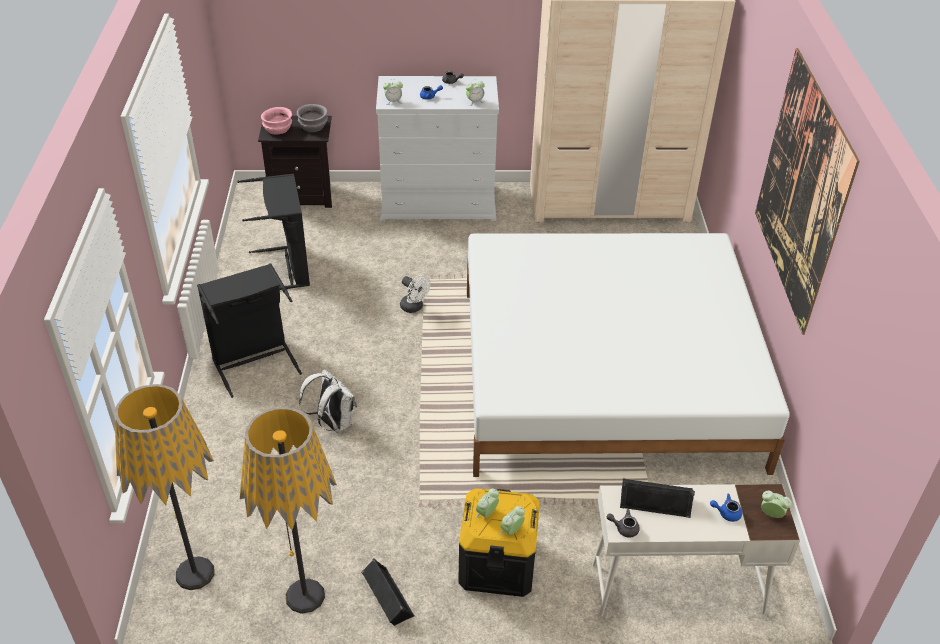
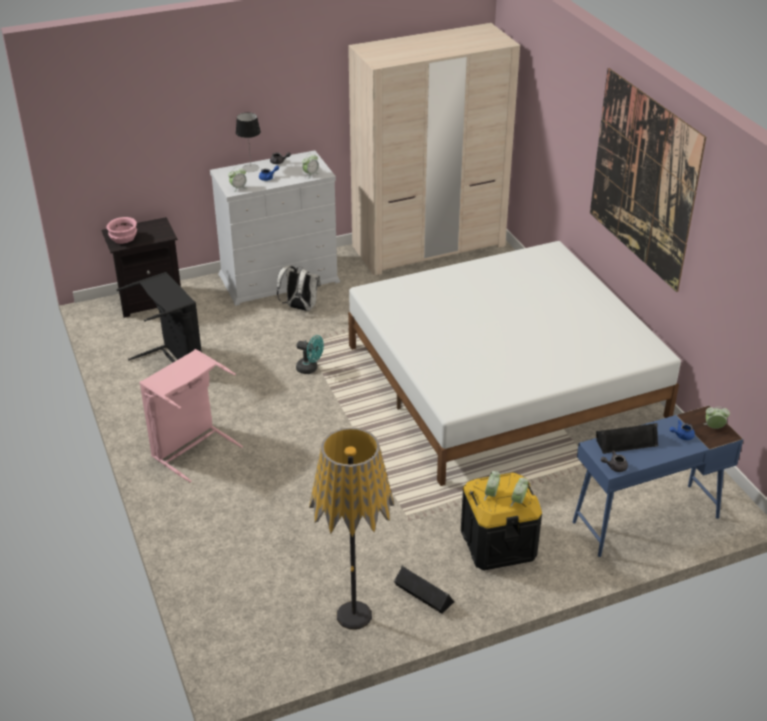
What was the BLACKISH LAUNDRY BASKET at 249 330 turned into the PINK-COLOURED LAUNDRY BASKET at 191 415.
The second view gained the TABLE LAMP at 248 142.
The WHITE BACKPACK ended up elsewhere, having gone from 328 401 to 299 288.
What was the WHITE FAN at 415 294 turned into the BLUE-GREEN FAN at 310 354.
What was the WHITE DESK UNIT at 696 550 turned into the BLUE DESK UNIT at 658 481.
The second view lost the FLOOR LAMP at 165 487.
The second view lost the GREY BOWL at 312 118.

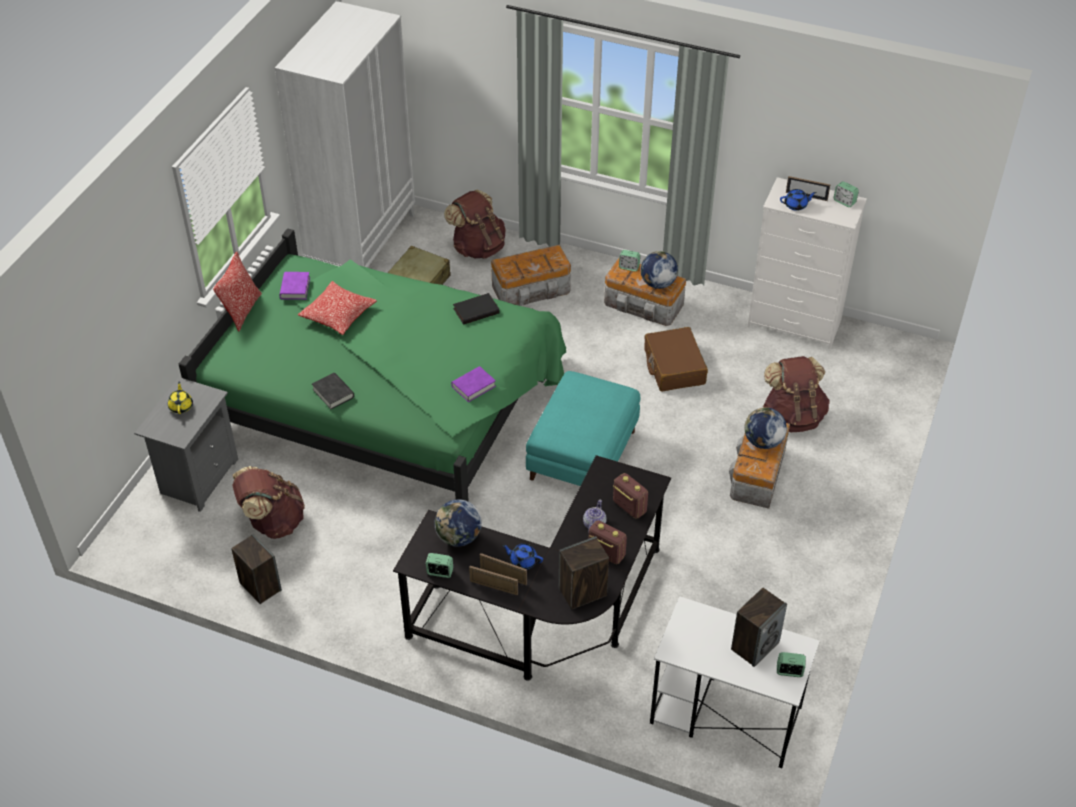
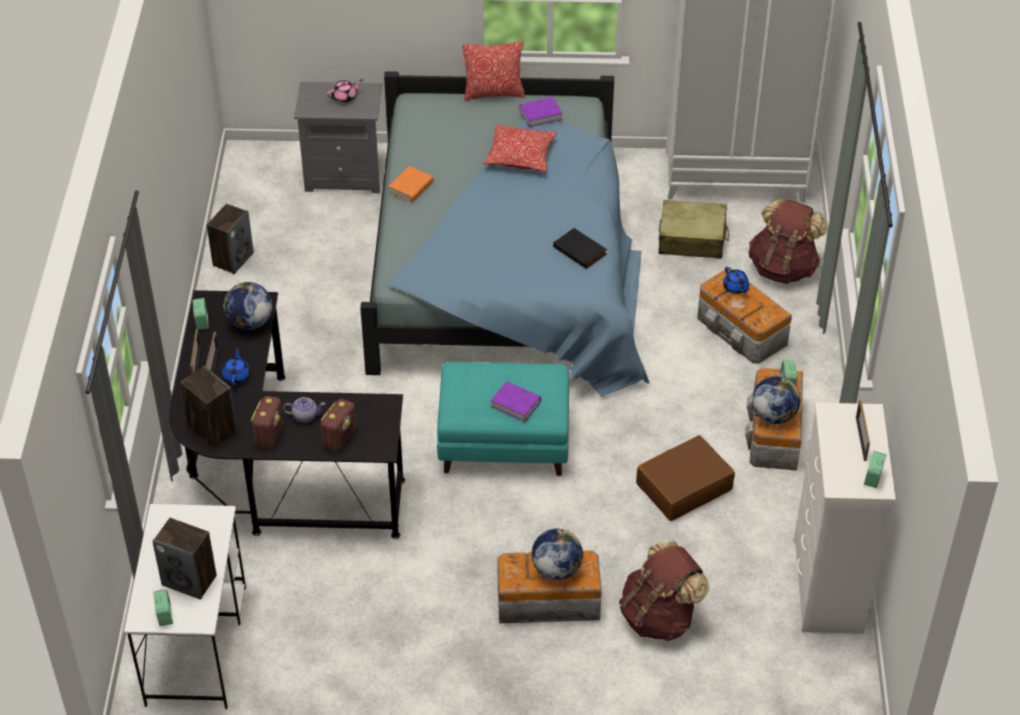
What was the YELLOW TEA POT at 180 398 turned into the PINK-COLOURED TEA POT at 344 91.
What was the GREEN SLEEPING BED at 372 365 turned into the BLUE SLEEPING BED at 504 234.
What was the BLACKISH BOUND BOOK at 333 391 turned into the ORANGEY BOUND BOOK at 410 184.
The PURPLE-COLOURED BOUND BOOK ended up elsewhere, having gone from 473 384 to 516 401.
The BLUE TEA POT ended up elsewhere, having gone from 798 200 to 736 280.
The second view lost the BROWNISH BACKPACK at 268 502.

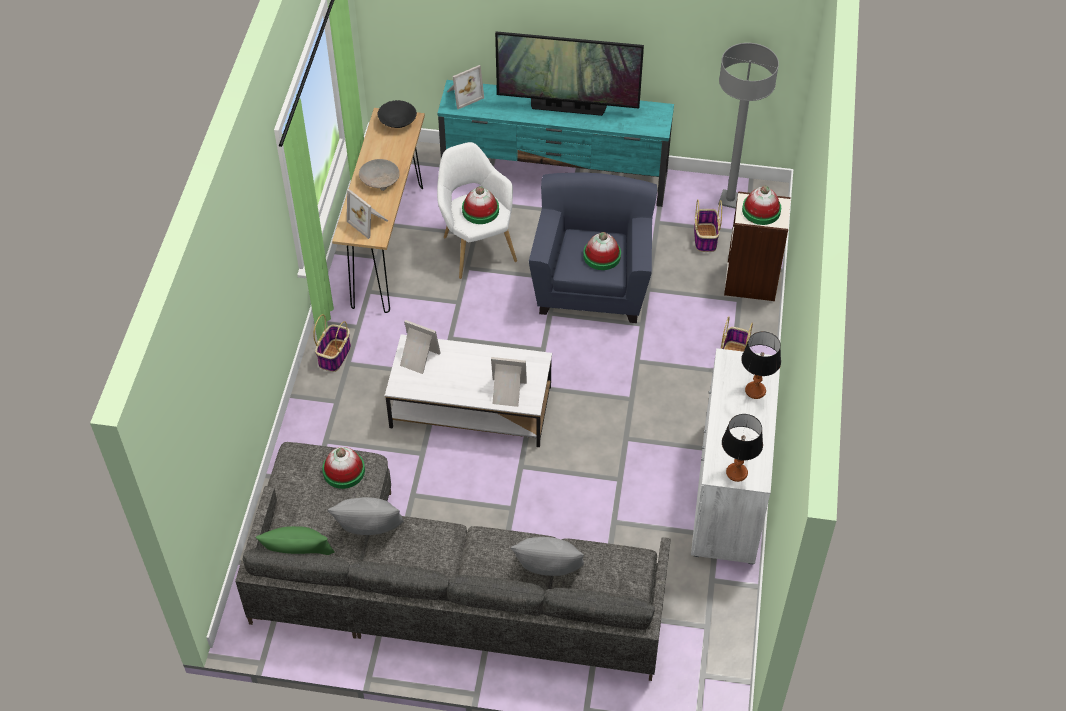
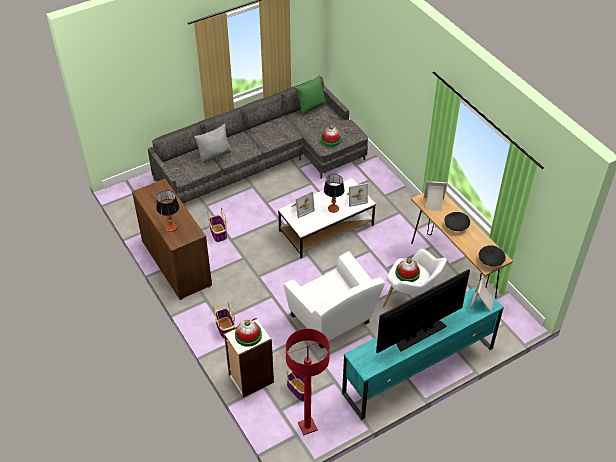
What was the WHITE STORAGE CABINET at 735 456 turned into the BROWNISH STORAGE CABINET at 172 239.
The STORAGE BASKET ended up elsewhere, having gone from 332 343 to 217 225.
What was the BLUE ARMCHAIR at 593 248 turned into the WHITE ARMCHAIR at 334 300.
What was the GREY FLOOR LAMP at 748 126 turned into the RED FLOOR LAMP at 308 382.
The TABLE LAMP ended up elsewhere, having gone from 742 448 to 334 193.
What was the SAND-COLOURED BOWL at 379 175 turned into the BLACKISH BOWL at 457 221.
The second view lost the GREY PILLOW at 365 516.
The second view lost the WEARABLE HAT at 602 251.

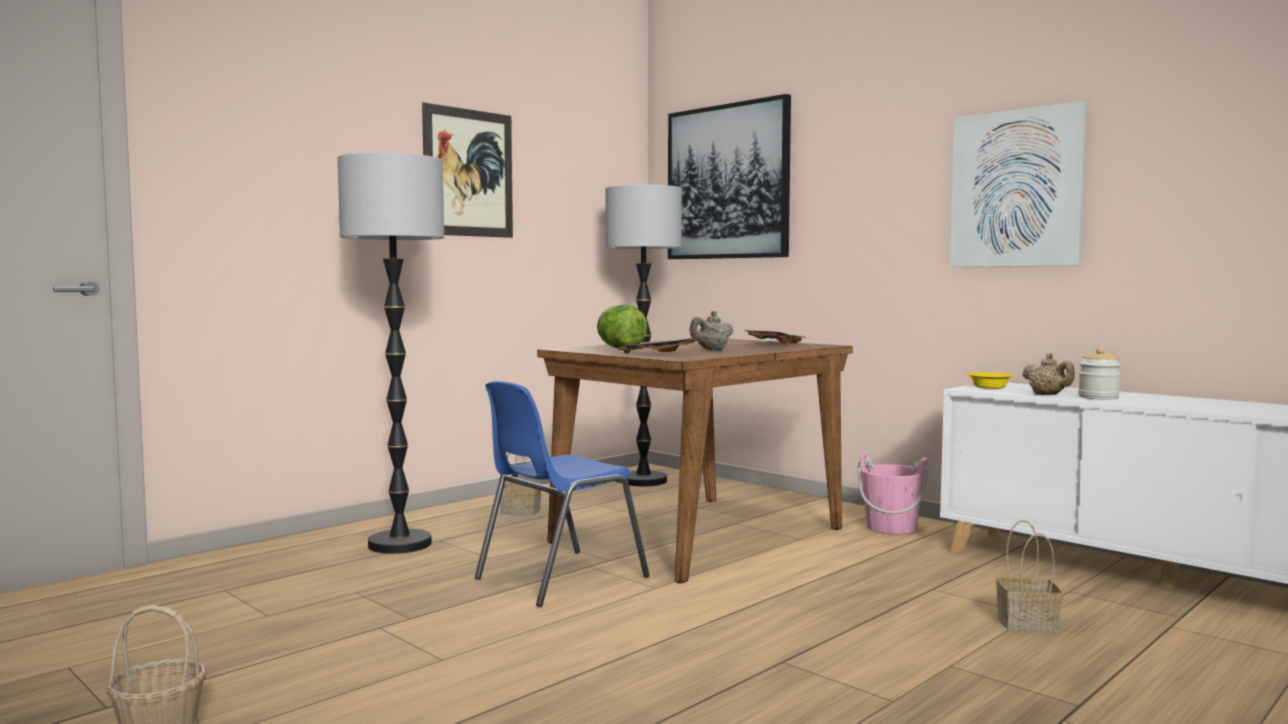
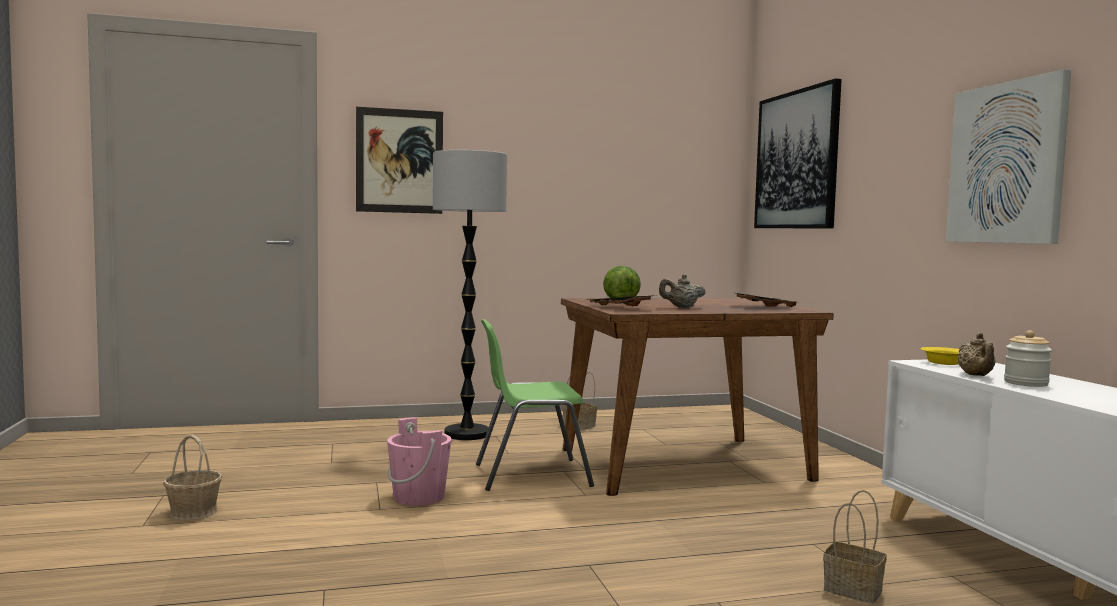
The WALL ART ended up elsewhere, having gone from 467 170 to 399 160.
The PINK-COLOURED WATER BUCKET ended up elsewhere, having gone from 893 493 to 419 461.
What was the BLUE PLAIN CHAIR at 562 494 turned into the GREEN PLAIN CHAIR at 535 405.
The second view lost the FLOOR LAMP at 643 335.

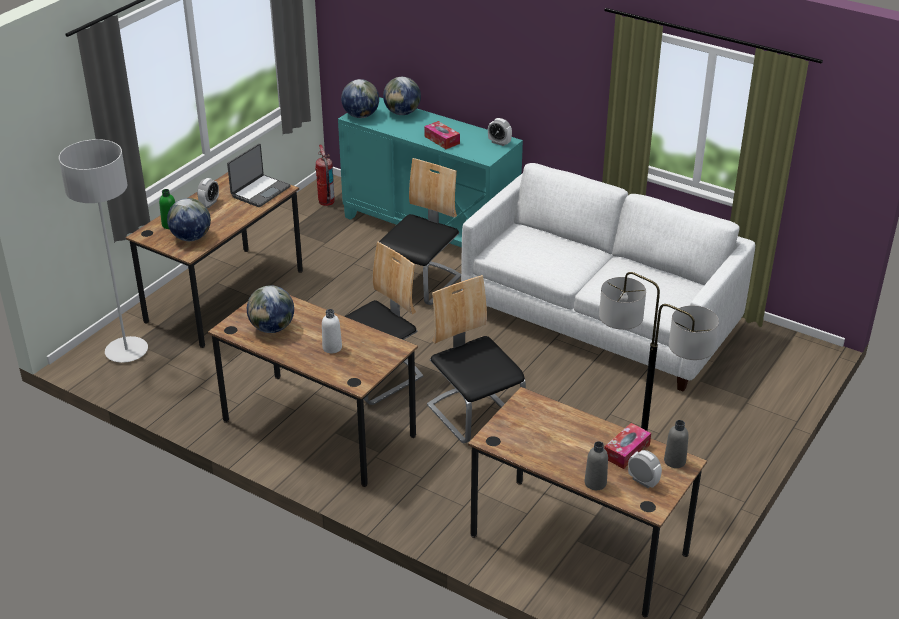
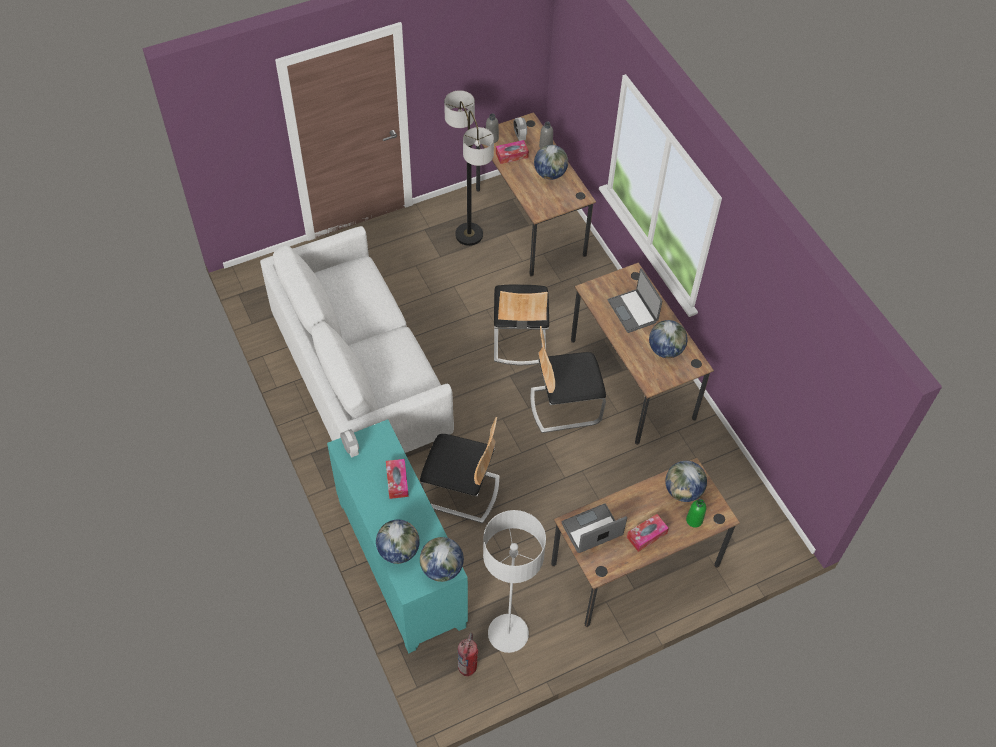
The PLAIN CHAIR at 420 231 ended up facing another way, 135 degrees counterclockwise from before.
The GREY FLOOR LAMP ended up elsewhere, having gone from 103 251 to 514 581.
The second view gained the GLOBE at 551 162.
Where the WHITE DRINK BOTTLE stood at 332 331, the NOTEBOOK COMPUTER came to stand at 635 301.
Where the BEDSIDE CLOCK stood at 208 193, the TISSUE HOLDER came to stand at 648 533.

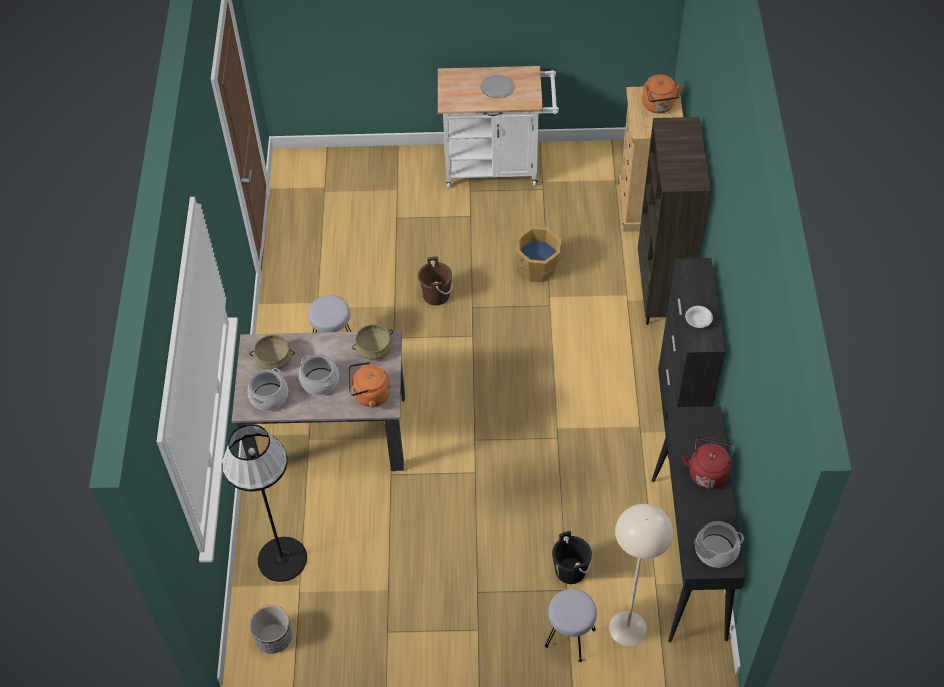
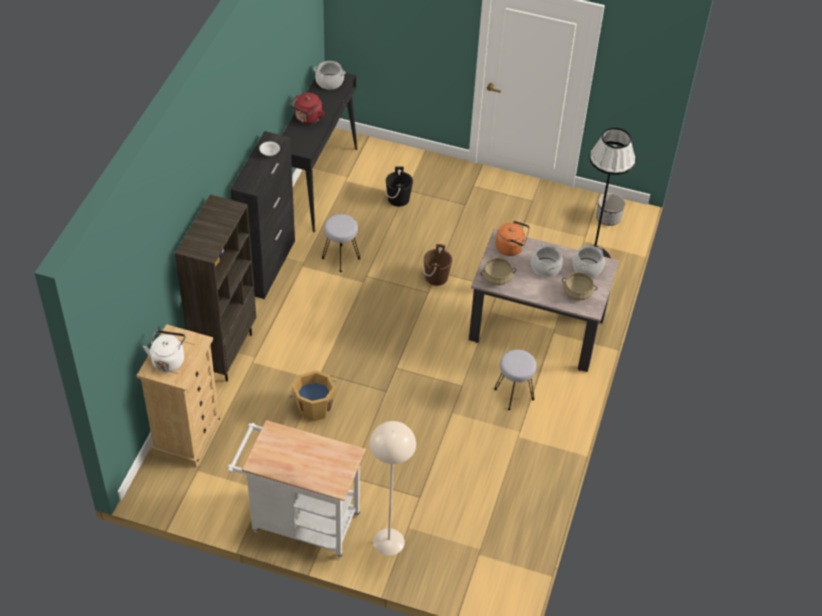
What was the ORANGEY KETTLE at 663 93 turned into the WHITE KETTLE at 164 351.
The GREY SITTING STOOL ended up elsewhere, having gone from 571 625 to 341 243.
The SAND-COLOURED FLOOR LAMP ended up elsewhere, having gone from 641 575 to 392 488.
The BROWNISH WATER BUCKET ended up elsewhere, having gone from 435 281 to 437 265.
The second view lost the PLATE at 497 86.

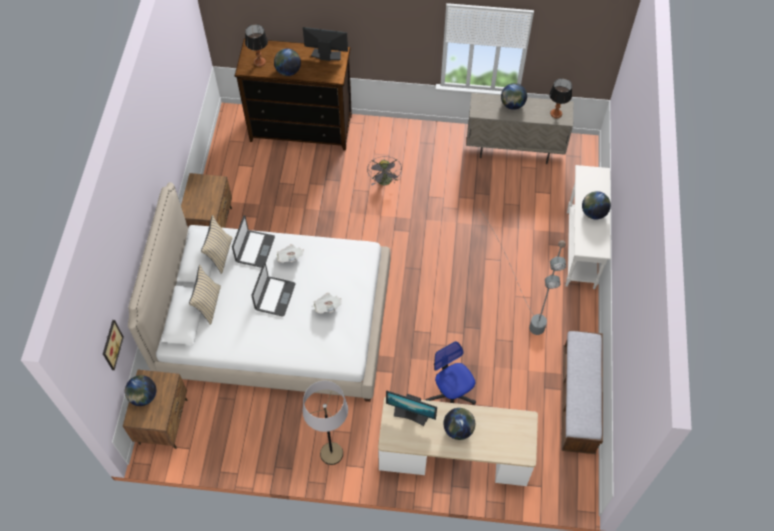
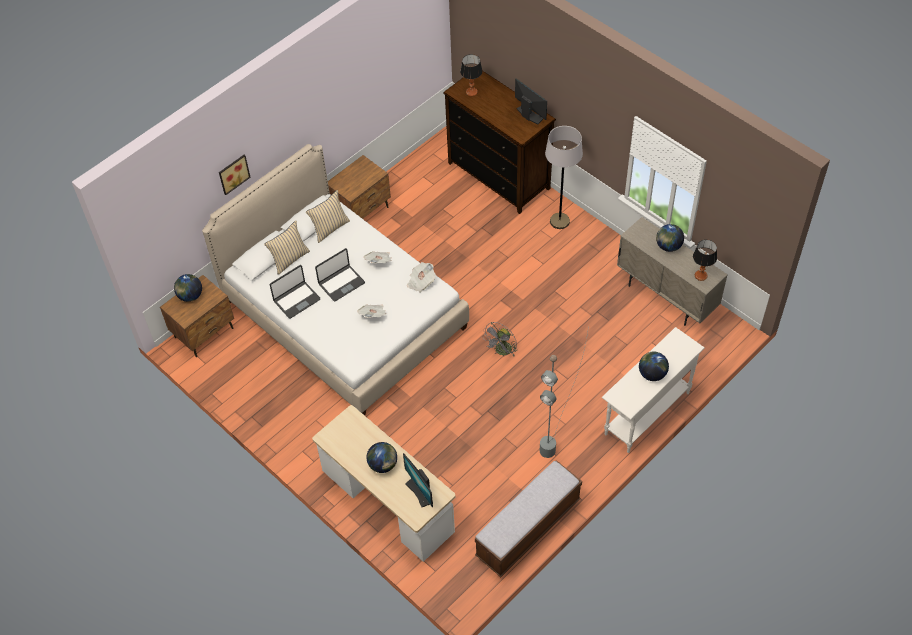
The WALL ART ended up elsewhere, having gone from 113 345 to 235 175.
The NOTEBOOK COMPUTER ended up elsewhere, having gone from 253 241 to 295 292.
The MONITOR ended up elsewhere, having gone from 411 408 to 418 480.
The second view gained the DAILY PAPER at 421 277.
The GREY FAN ended up elsewhere, having gone from 384 170 to 500 339.
The GREY FLOOR LAMP ended up elsewhere, having gone from 325 423 to 564 177.
The second view lost the GLOBE at 287 62.
The second view lost the DESK CHAIR at 451 373.

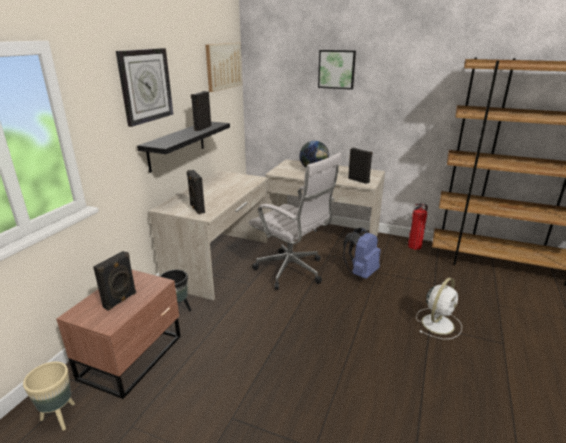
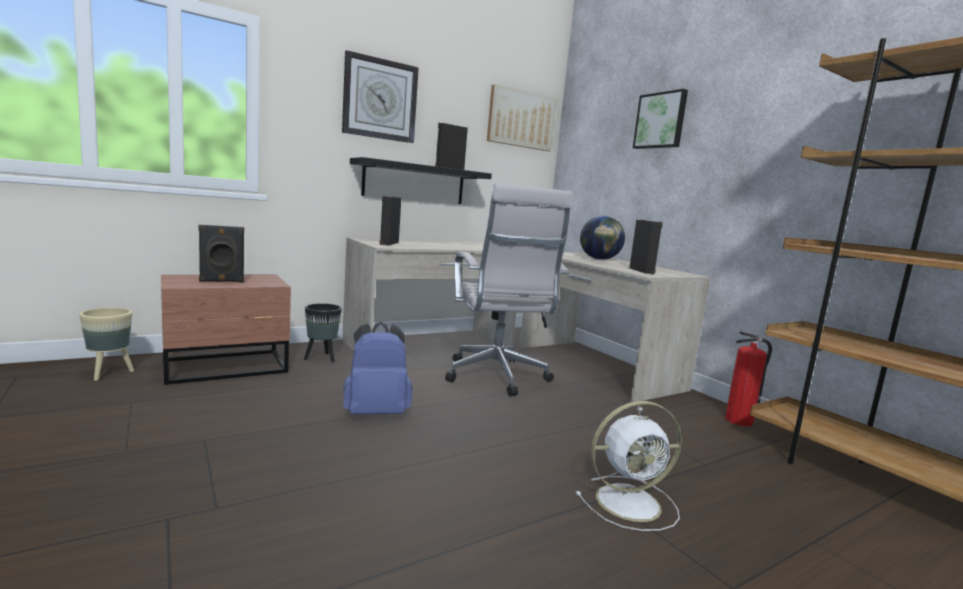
The BLUE BACKPACK ended up elsewhere, having gone from 362 253 to 377 368.

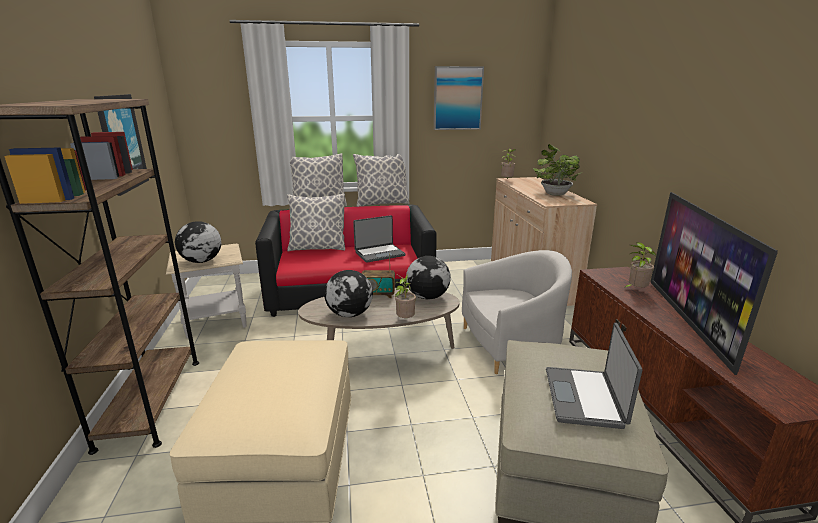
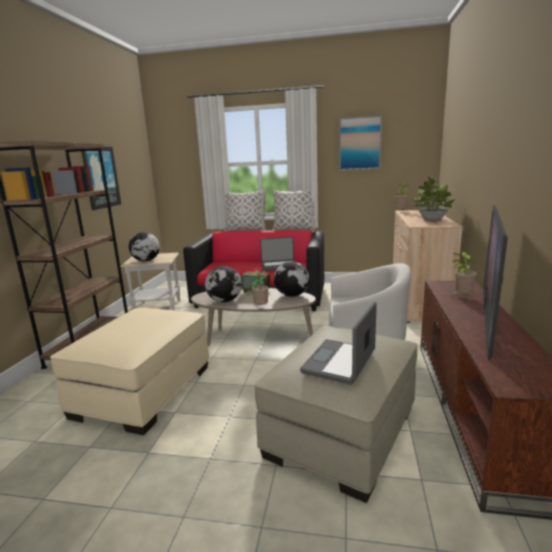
The second view lost the PILLOW at 316 222.

